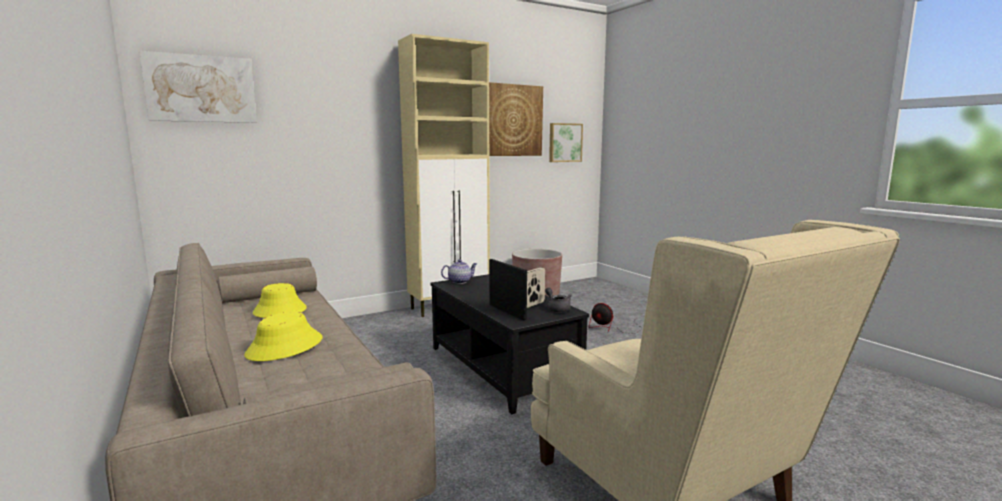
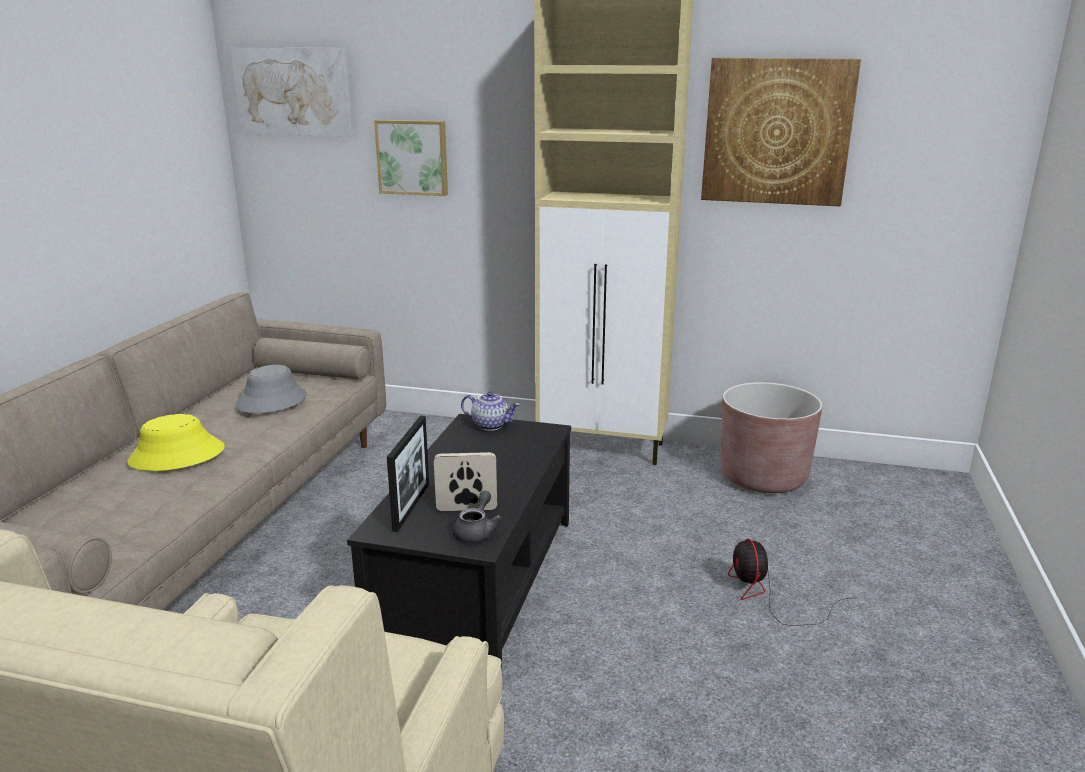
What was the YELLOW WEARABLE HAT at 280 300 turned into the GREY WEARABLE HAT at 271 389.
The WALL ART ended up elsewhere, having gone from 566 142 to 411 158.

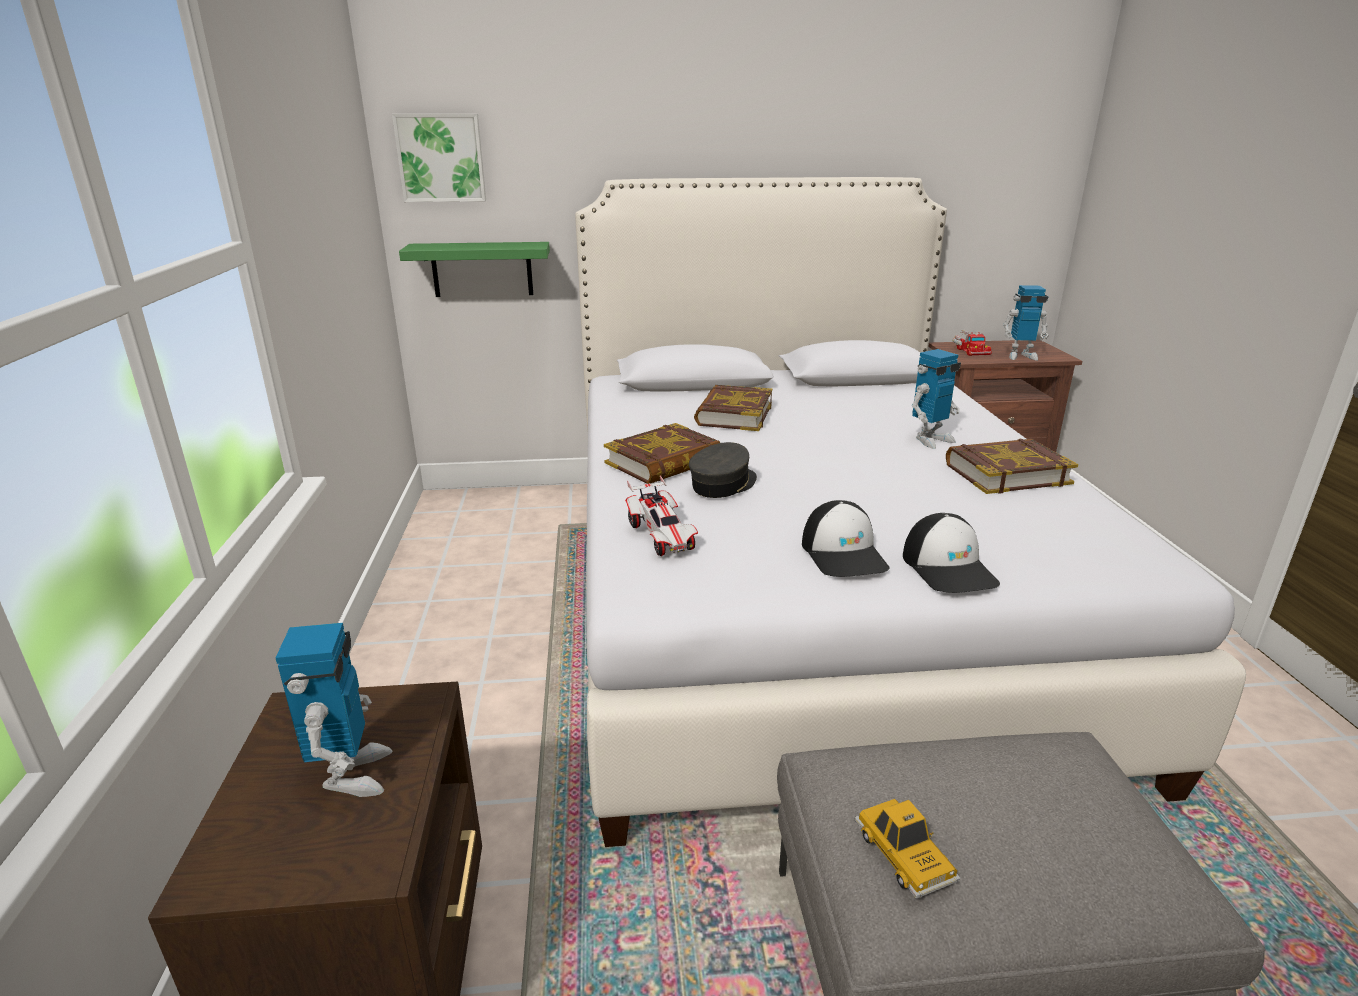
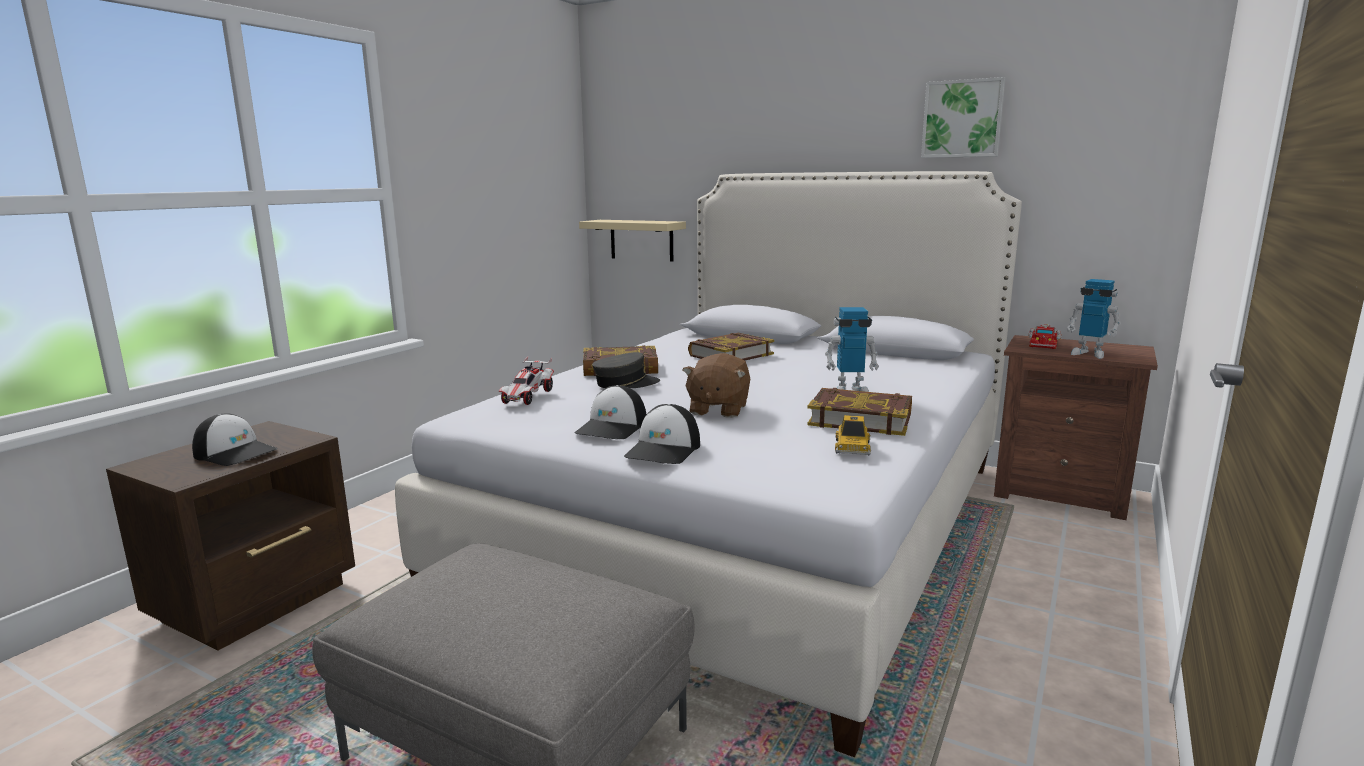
Where the TOY ROBOT stood at 334 710, the PEAKED CAP came to stand at 235 439.
What was the GREEN WALL SHELF at 474 269 turned into the SAND-COLOURED WALL SHELF at 632 240.
The second view gained the BROWNISH PLUSH TOY at 716 385.
The MODEL CAR ended up elsewhere, having gone from 907 848 to 853 435.
The WALL ART ended up elsewhere, having gone from 439 158 to 963 117.

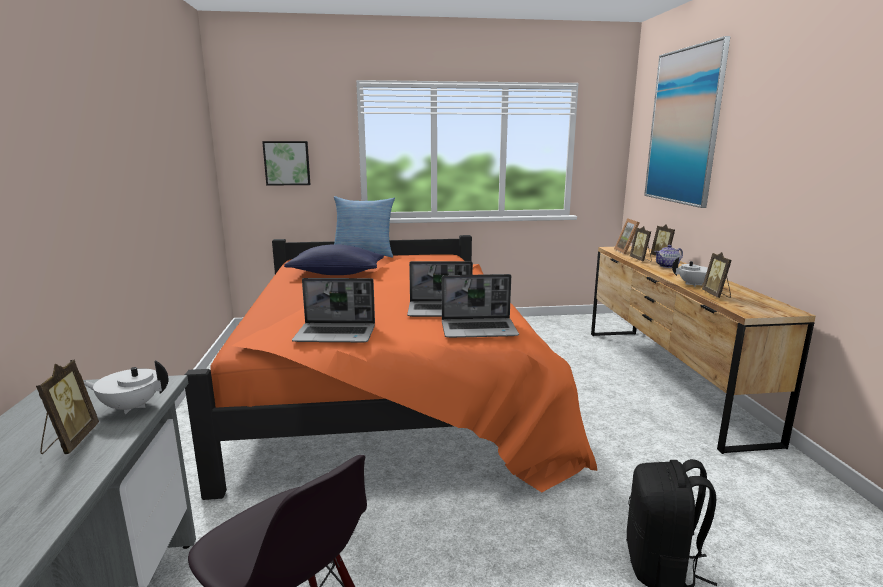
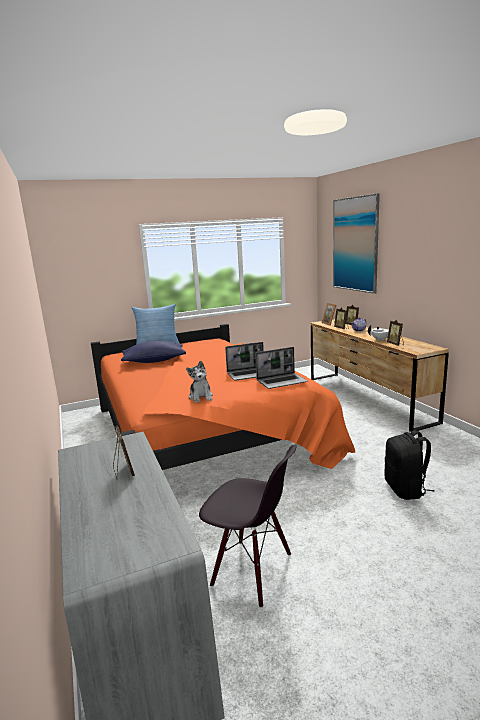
Where the NOTEBOOK COMPUTER stood at 333 310, the PLUSH TOY came to stand at 199 382.
The second view lost the WHITE TEA POT at 125 387.
The second view lost the WALL ART at 286 163.

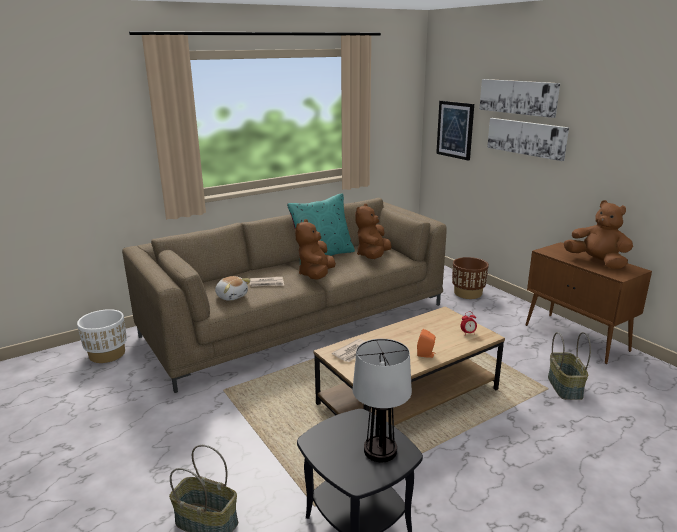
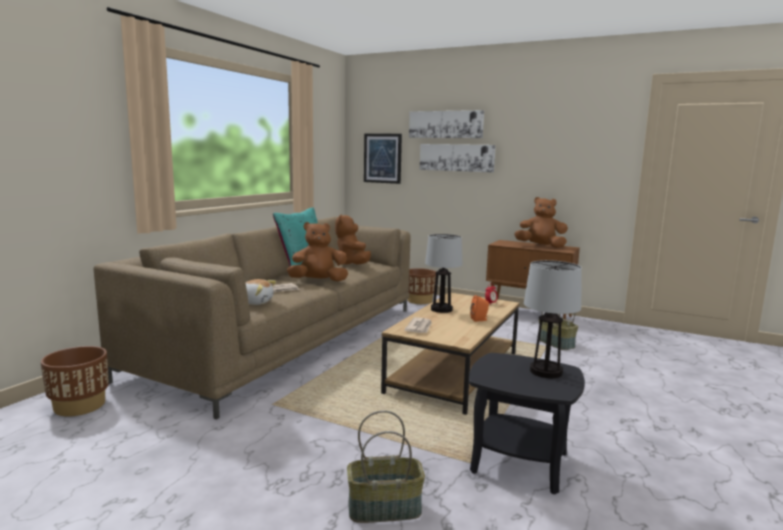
What was the WHITE PLANT POT at 102 336 turned into the BROWNISH PLANT POT at 75 381.
The BROWNISH PLUSH TOY at 315 249 ended up facing another way, 90 degrees clockwise from before.
The second view gained the TABLE LAMP at 443 273.

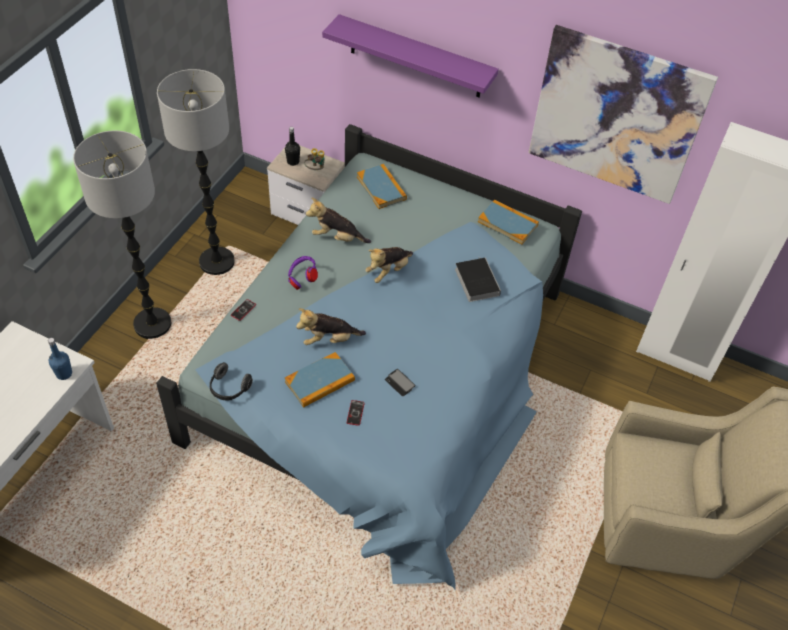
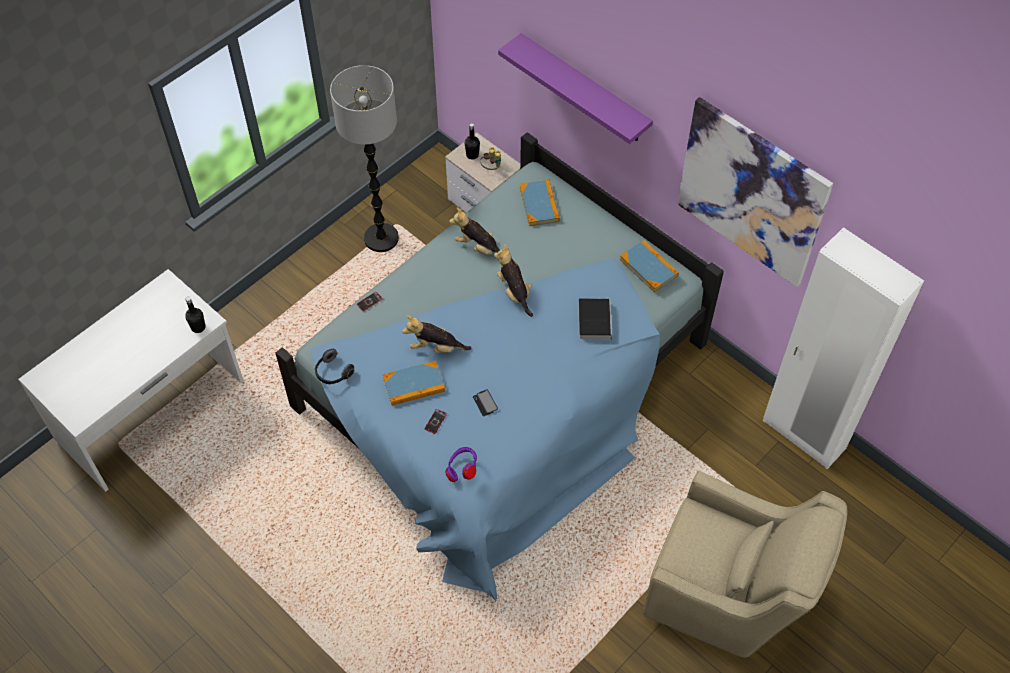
What was the BLUE DRINK BOTTLE at 60 359 turned into the BLACKISH DRINK BOTTLE at 195 314.
The PURPLE-COLOURED HEADSET ended up elsewhere, having gone from 303 273 to 461 464.
The PLUSH TOY at 389 265 ended up facing another way, 90 degrees clockwise from before.
The second view lost the FLOOR LAMP at 122 234.

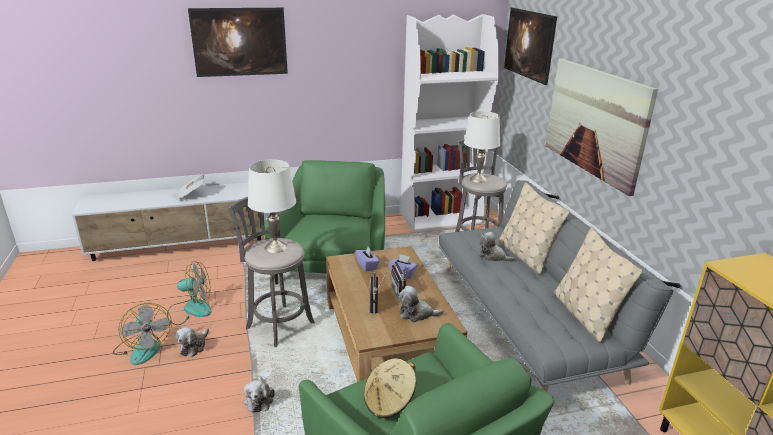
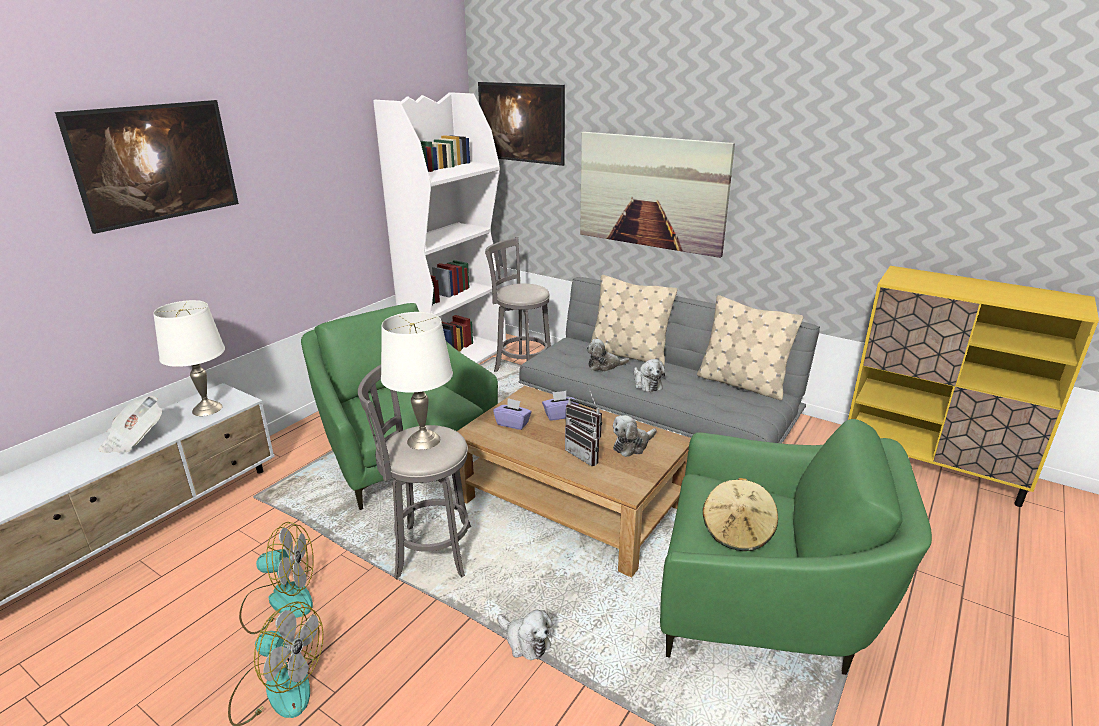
The WHITE TABLE LAMP ended up elsewhere, having gone from 482 147 to 189 358.
The FAN at 189 293 ended up facing another way, 45 degrees clockwise from before.
The PLUSH TOY ended up elsewhere, having gone from 192 342 to 649 375.

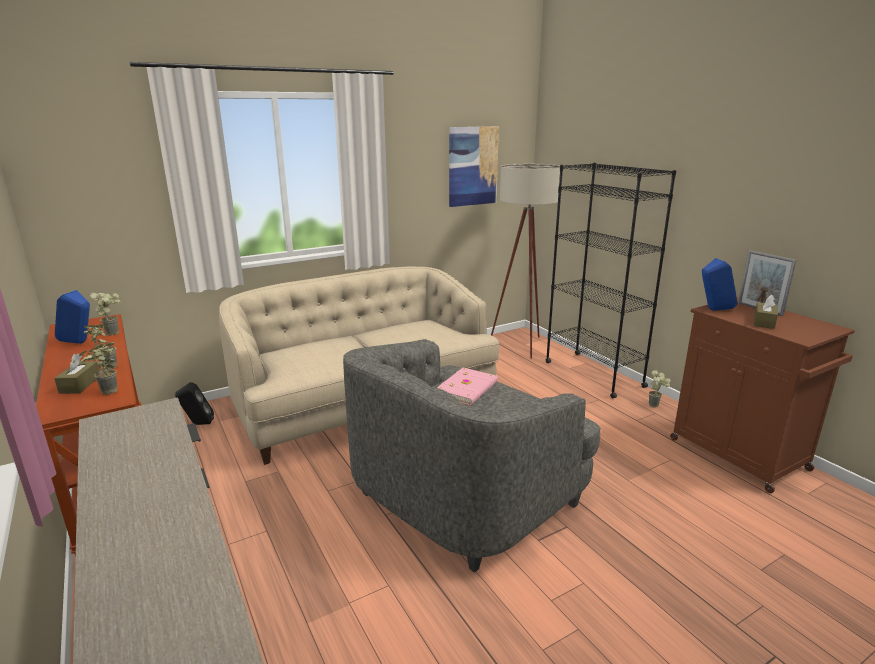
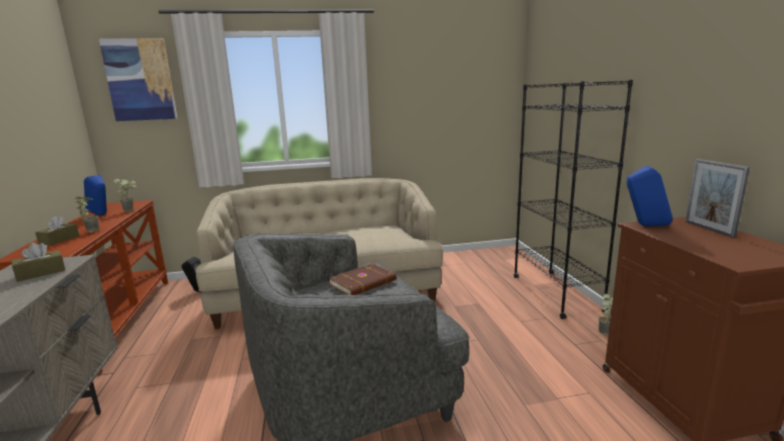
The BROWNISH TISSUE HOLDER ended up elsewhere, having gone from 766 312 to 38 262.
The WALL ART ended up elsewhere, having gone from 474 166 to 138 79.
What was the PINK-COLOURED BOUND BOOK at 467 386 turned into the BROWNISH BOUND BOOK at 363 279.
The second view lost the HOUSEPLANT at 98 368.
The second view lost the SAND-COLOURED FLOOR LAMP at 527 261.

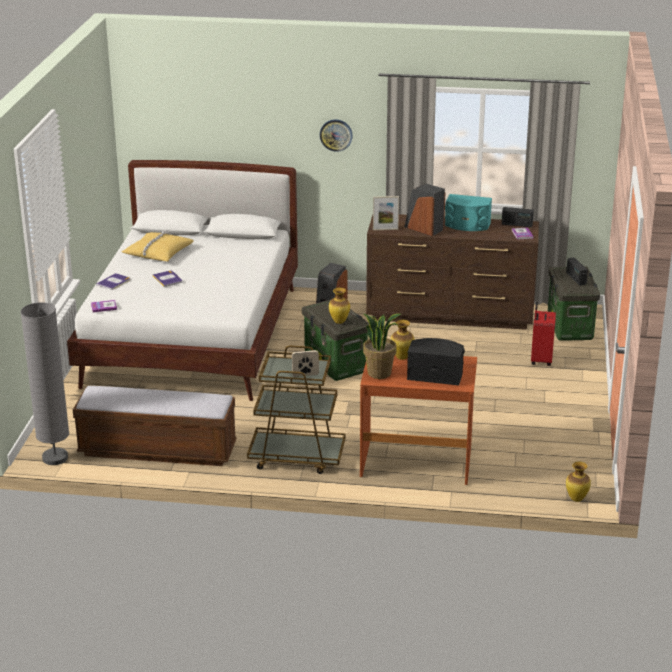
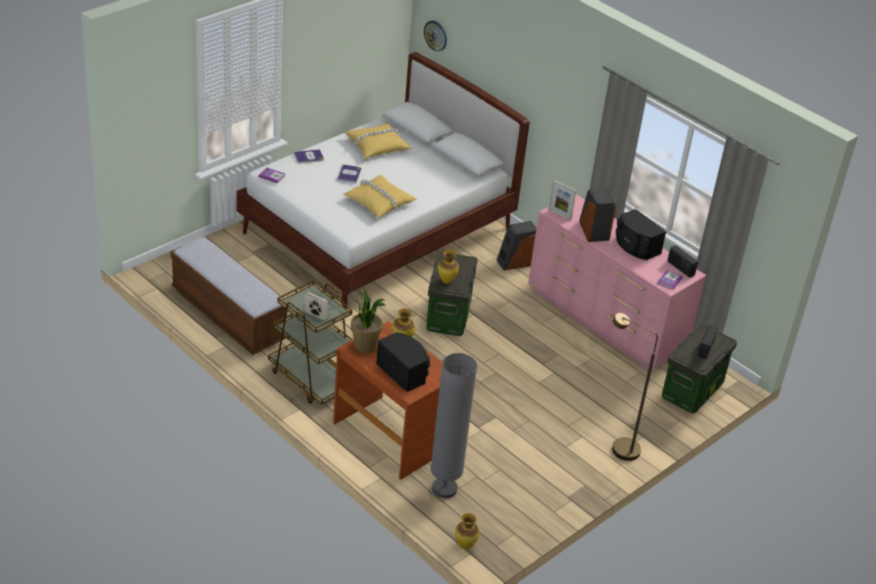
The second view gained the YELLOW PILLOW at 380 196.
The WALL CLOCK ended up elsewhere, having gone from 336 135 to 435 35.
The GREY FLOOR LAMP ended up elsewhere, having gone from 44 383 to 454 425.
What was the BROWNISH CHEST OF DRAWERS at 452 272 turned into the PINK-COLOURED CHEST OF DRAWERS at 617 282.
The second view gained the BROWNISH FLOOR LAMP at 635 387.
What was the BLUE-GREEN LOUDSPEAKER at 468 212 turned into the BLACKISH LOUDSPEAKER at 641 234.
The second view lost the RED PIECE OF LUGGAGE at 543 334.

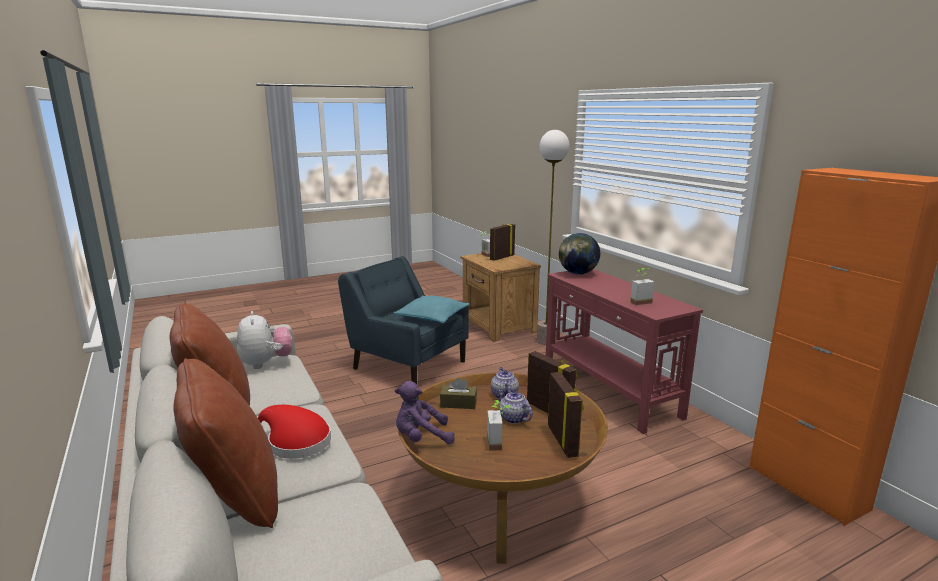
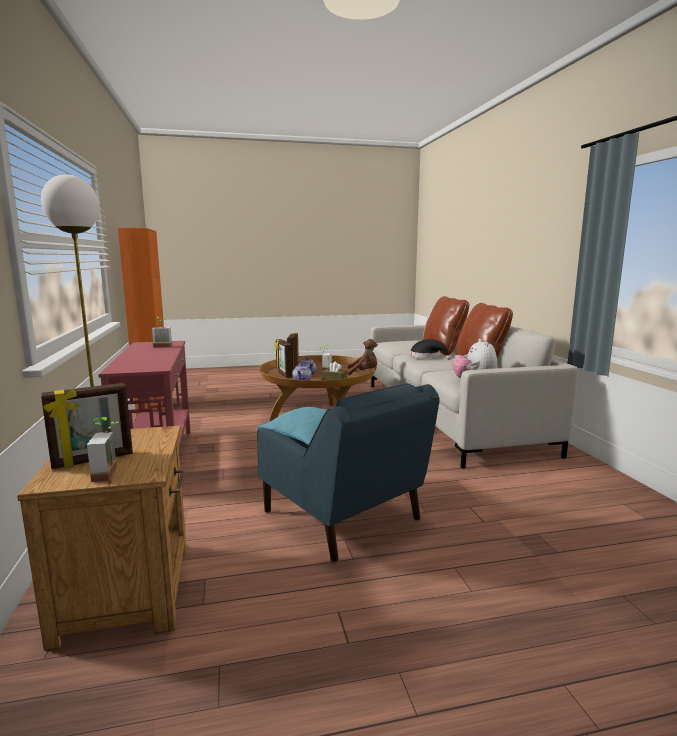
What was the PURPLE-COLOURED PLUSH TOY at 425 412 turned into the BROWNISH PLUSH TOY at 362 357.
What was the RED WEARABLE HAT at 294 432 turned into the BLACKISH WEARABLE HAT at 430 349.
The second view lost the GLOBE at 579 254.

